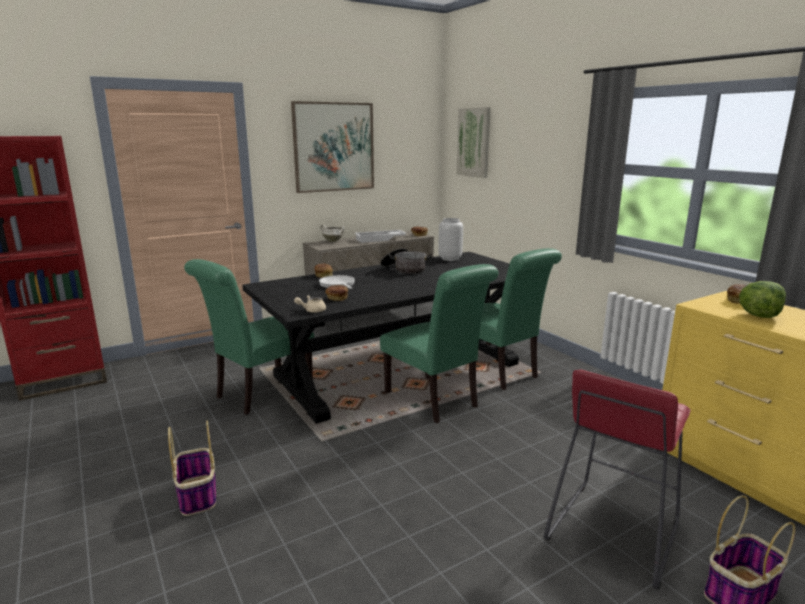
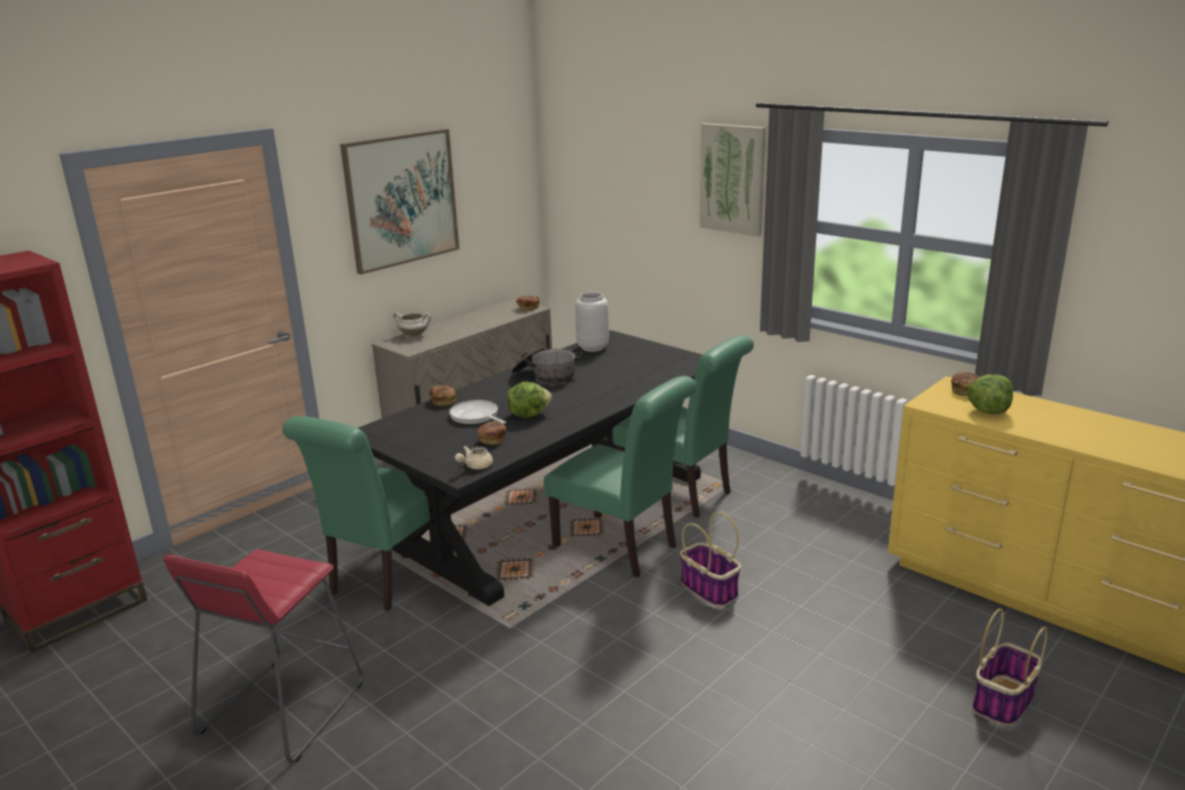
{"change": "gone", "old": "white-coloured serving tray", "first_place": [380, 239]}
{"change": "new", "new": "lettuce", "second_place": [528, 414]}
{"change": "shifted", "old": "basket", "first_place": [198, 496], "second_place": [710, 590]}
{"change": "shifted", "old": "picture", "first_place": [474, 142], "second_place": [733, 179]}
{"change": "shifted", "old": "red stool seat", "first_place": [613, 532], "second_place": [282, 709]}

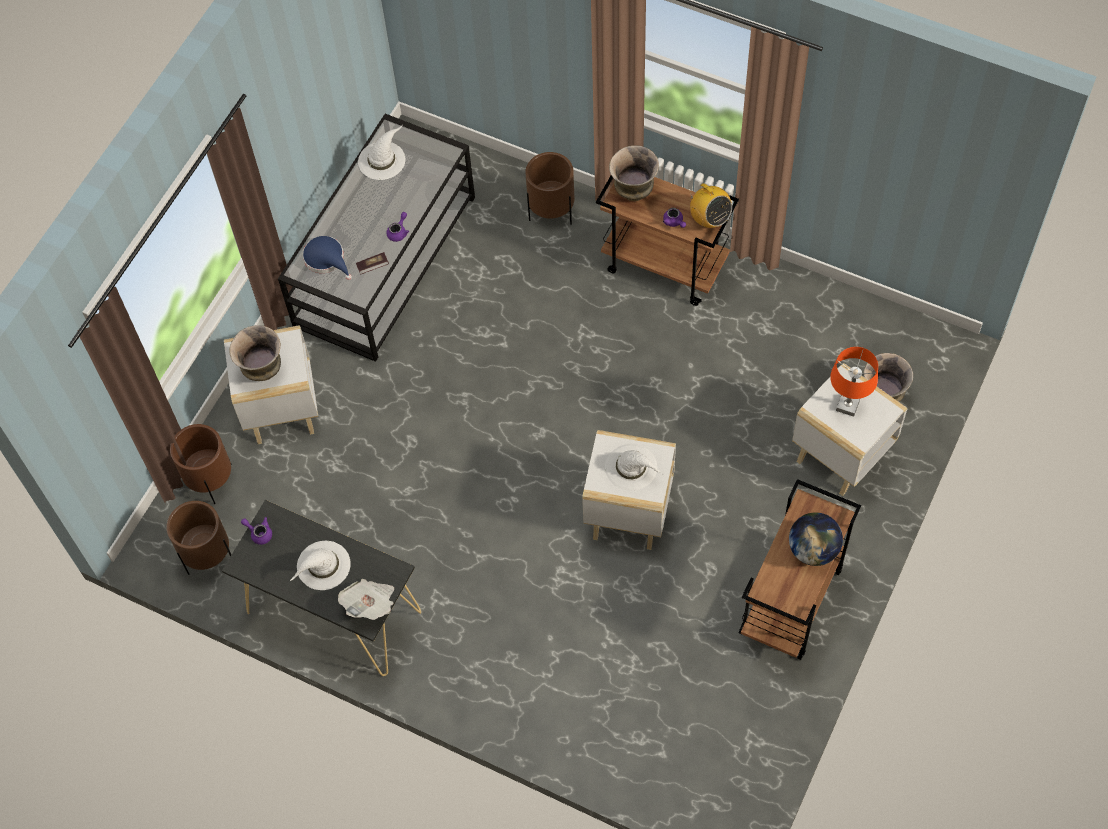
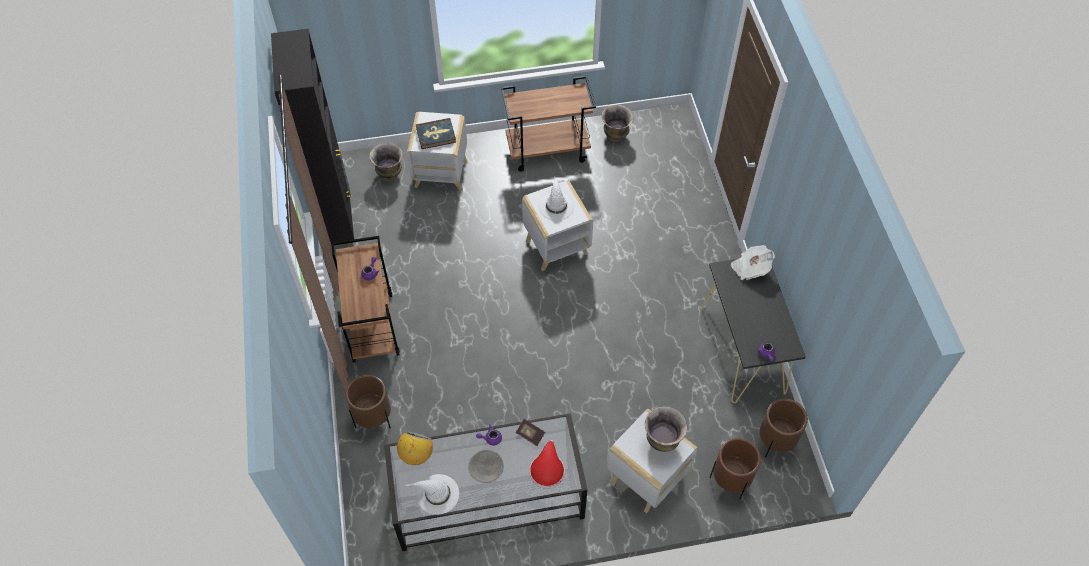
{"change": "gone", "old": "white-coloured wearable hat", "first_place": [323, 566]}
{"change": "gone", "old": "globe", "first_place": [813, 549]}
{"change": "new", "new": "black-coloured cupboard", "second_place": [338, 223]}
{"change": "new", "new": "greyish bowl", "second_place": [486, 470]}
{"change": "shifted", "old": "flower vase", "first_place": [633, 193], "second_place": [616, 136]}
{"change": "shifted", "old": "radio set", "first_place": [709, 219], "second_place": [416, 455]}
{"change": "swapped", "old": "orange table lamp", "new": "book", "first_place": [847, 406], "second_place": [436, 135]}
{"change": "repainted", "old": "blue-coloured wearable hat", "new": "red wearable hat", "first_place": [326, 259], "second_place": [547, 469]}

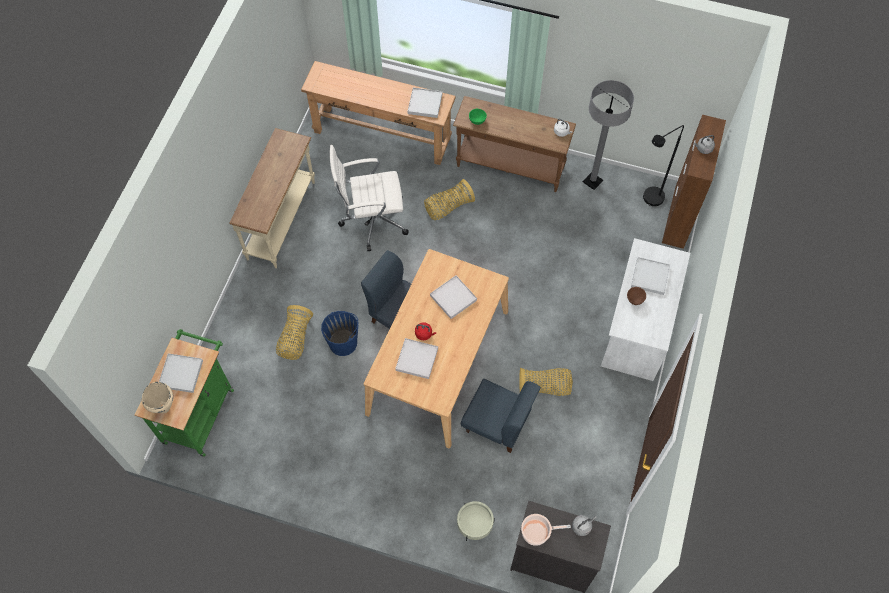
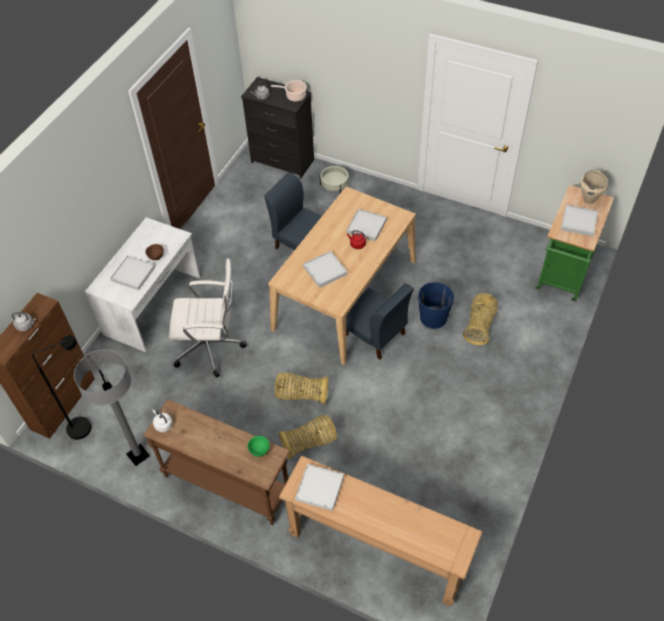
{"change": "gone", "old": "beige-coloured console table", "first_place": [282, 220]}
{"change": "shifted", "old": "white-coloured computer chair", "first_place": [372, 220], "second_place": [211, 347]}
{"change": "shifted", "old": "basket", "first_place": [545, 387], "second_place": [301, 395]}

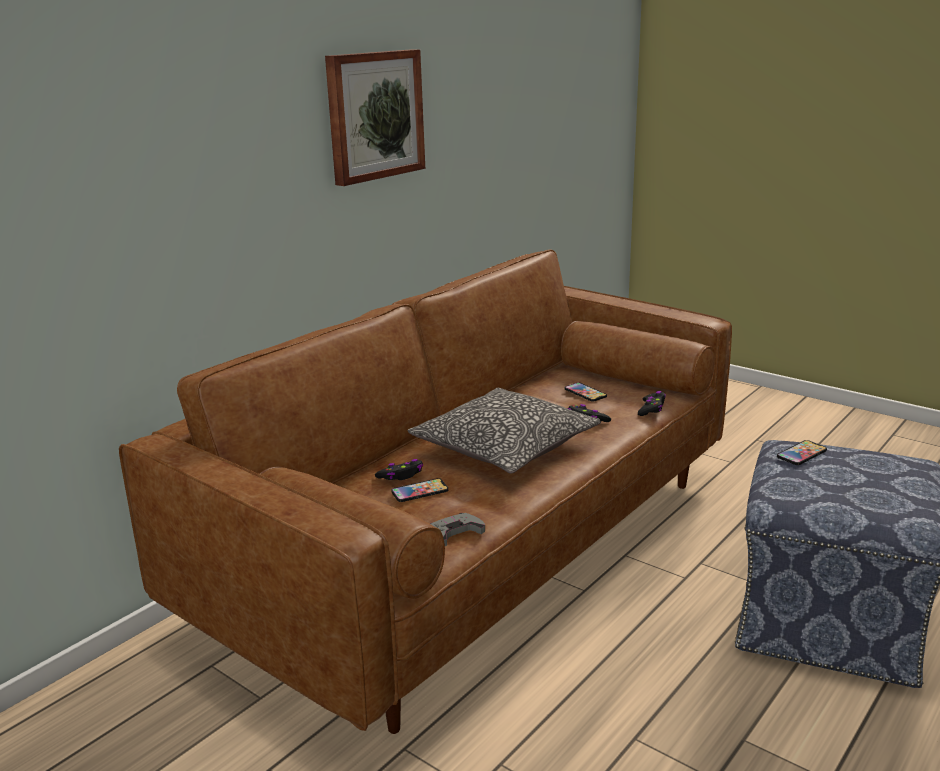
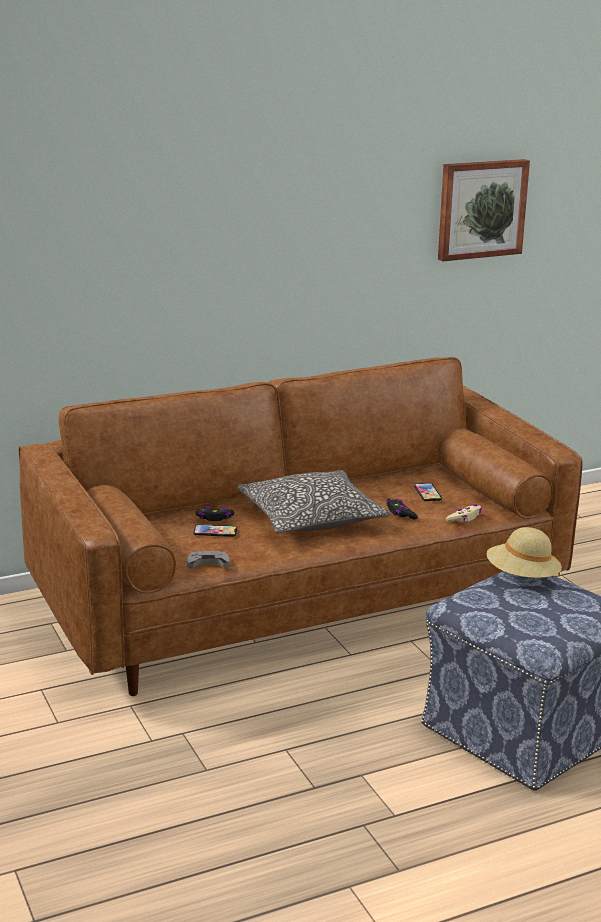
{"change": "shifted", "old": "picture", "first_place": [374, 115], "second_place": [481, 209]}
{"change": "swapped", "old": "handset", "new": "beige-coloured wearable hat", "first_place": [801, 454], "second_place": [522, 577]}
{"change": "repainted", "old": "black-coloured game controller", "new": "beige-coloured game controller", "first_place": [651, 409], "second_place": [464, 518]}

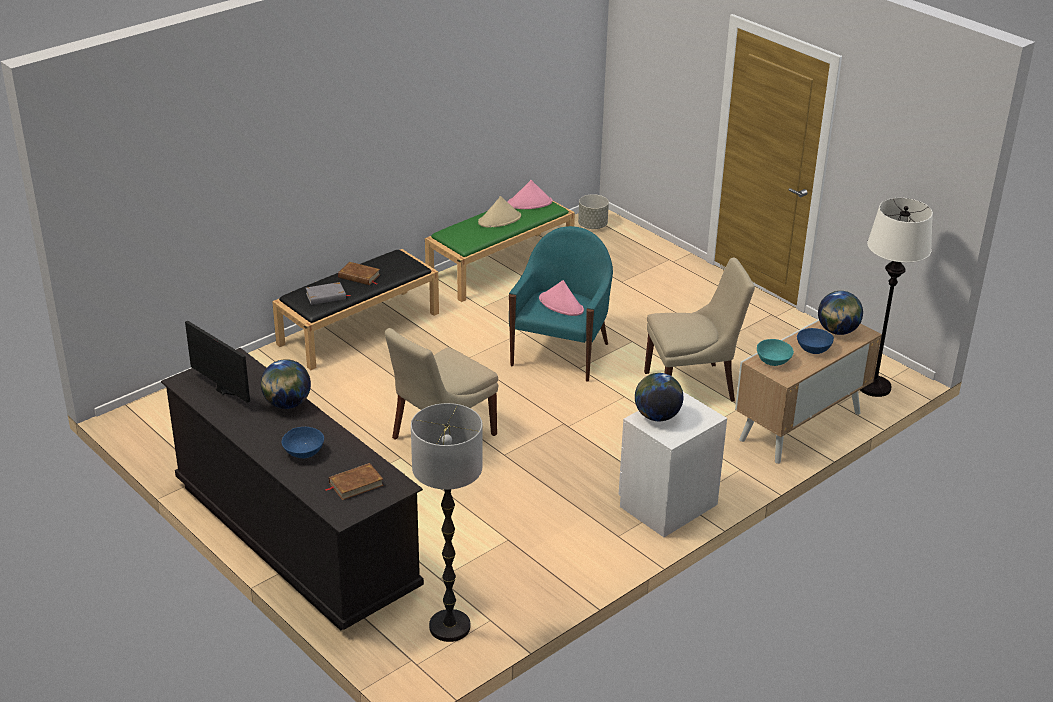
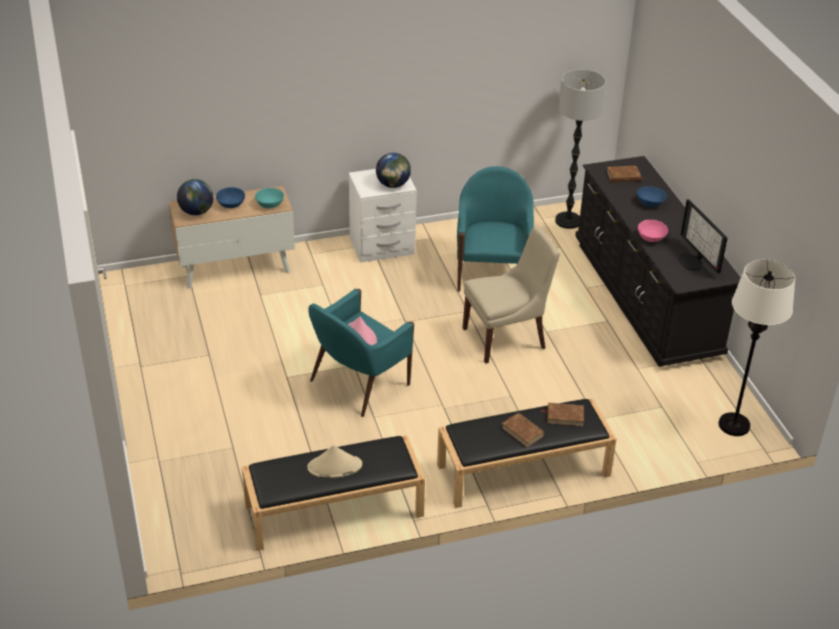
{"change": "gone", "old": "pinkish wearable hat", "first_place": [529, 203]}
{"change": "gone", "old": "greyish planter", "first_place": [592, 225]}
{"change": "gone", "old": "beige-coloured chair", "first_place": [692, 386]}
{"change": "new", "new": "blue-green lounge chair", "second_place": [492, 273]}
{"change": "shifted", "old": "white-coloured floor lamp", "first_place": [874, 387], "second_place": [734, 425]}
{"change": "swapped", "old": "globe", "new": "pinkish bowl", "first_place": [287, 404], "second_place": [651, 238]}
{"change": "repainted", "old": "greyish book", "new": "brownish book", "first_place": [326, 296], "second_place": [565, 416]}
{"change": "repainted", "old": "green-coloured long seat", "new": "black-coloured long seat", "first_place": [501, 265], "second_place": [333, 511]}

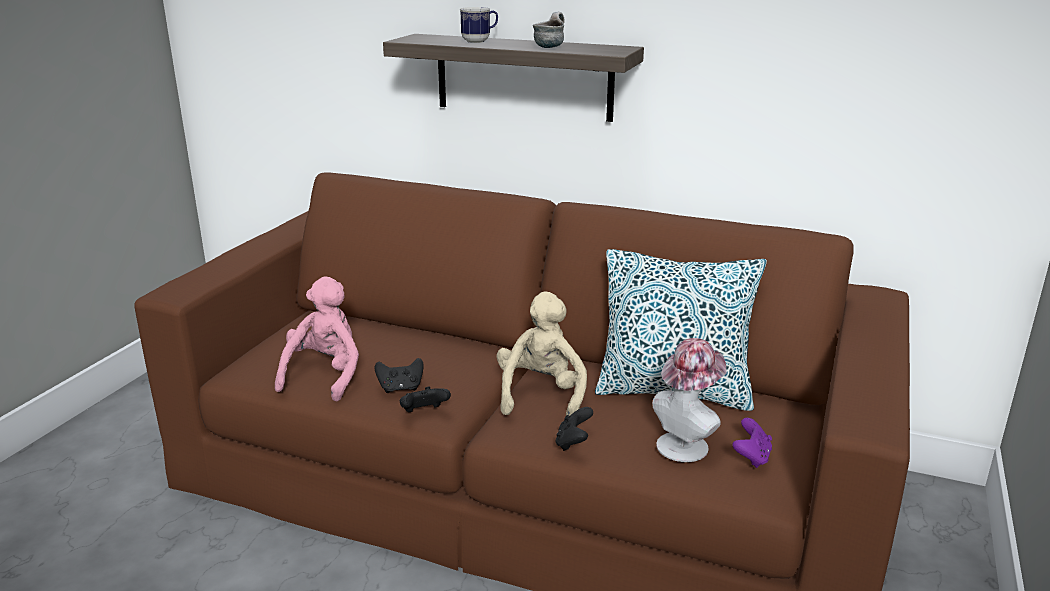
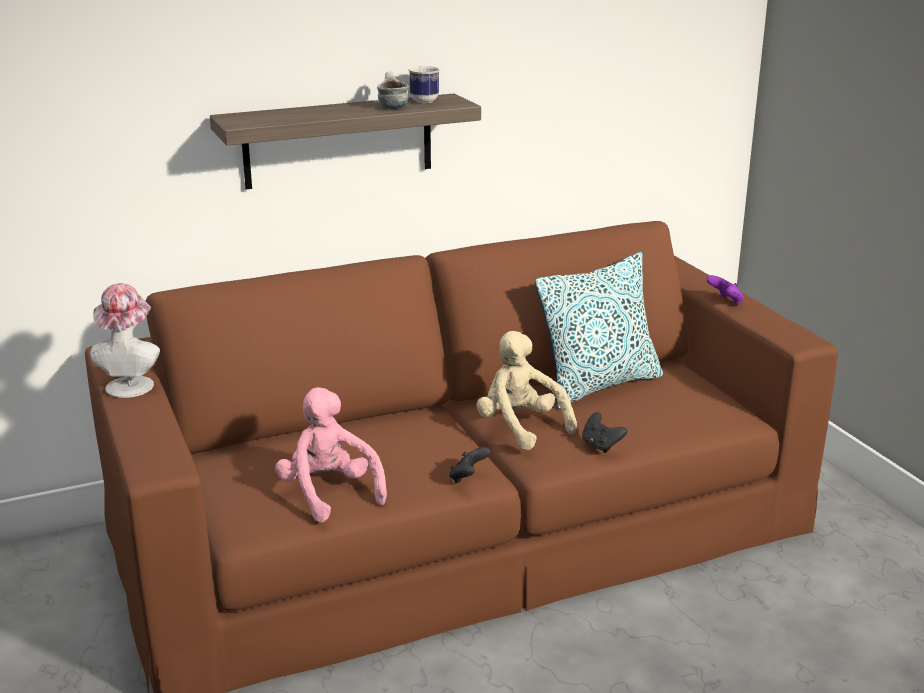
{"change": "gone", "old": "black-coloured game controller", "first_place": [400, 388]}
{"change": "shifted", "old": "tea mug", "first_place": [480, 41], "second_place": [426, 100]}
{"change": "shifted", "old": "wearable hat", "first_place": [686, 444], "second_place": [131, 384]}
{"change": "shifted", "old": "purple-coloured game controller", "first_place": [751, 457], "second_place": [725, 301]}

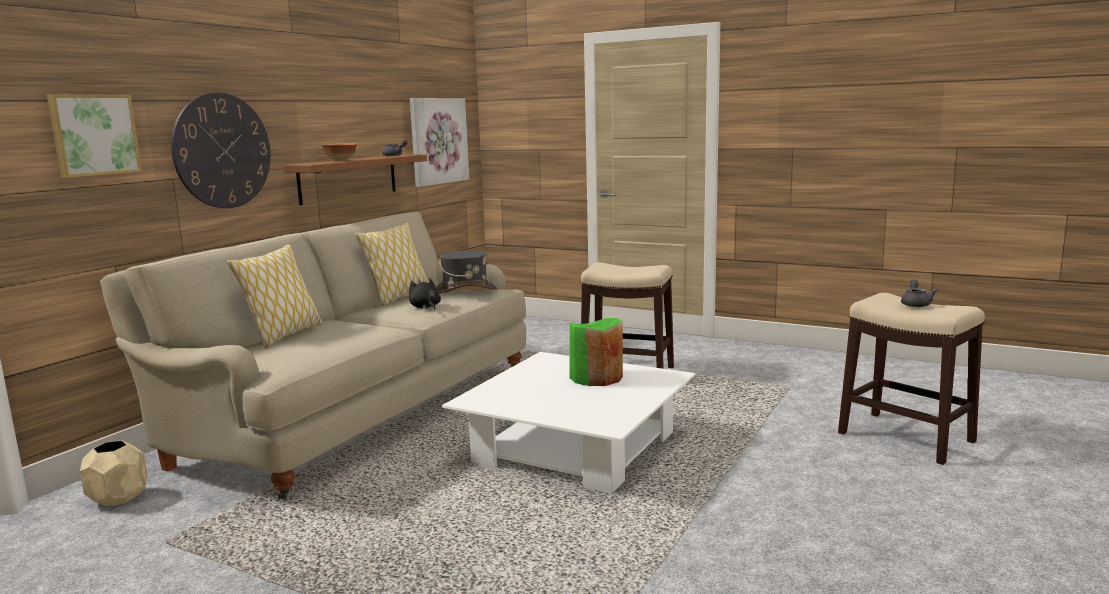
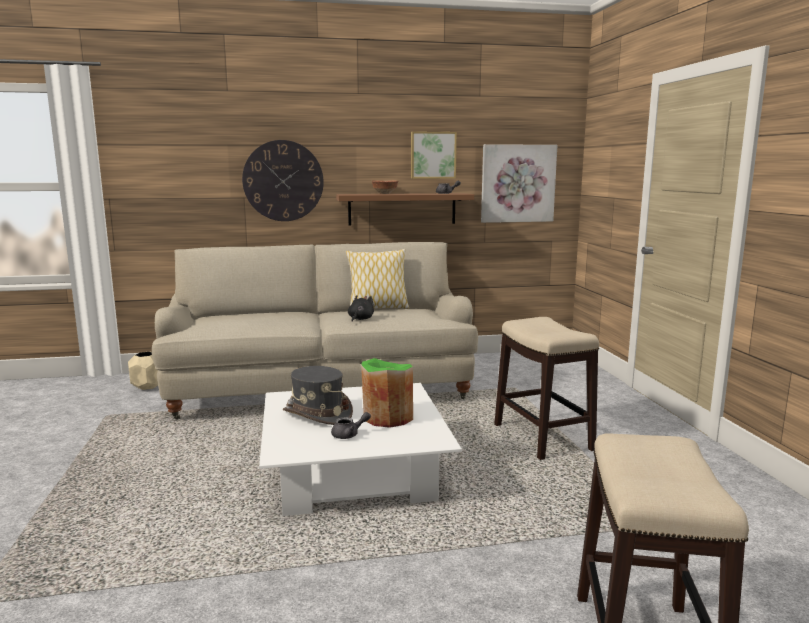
{"change": "gone", "old": "throw pillow", "first_place": [283, 335]}
{"change": "shifted", "old": "picture", "first_place": [93, 135], "second_place": [433, 155]}
{"change": "shifted", "old": "greyish wearable hat", "first_place": [465, 291], "second_place": [317, 414]}
{"change": "shifted", "old": "greyish tea pot", "first_place": [915, 304], "second_place": [349, 435]}

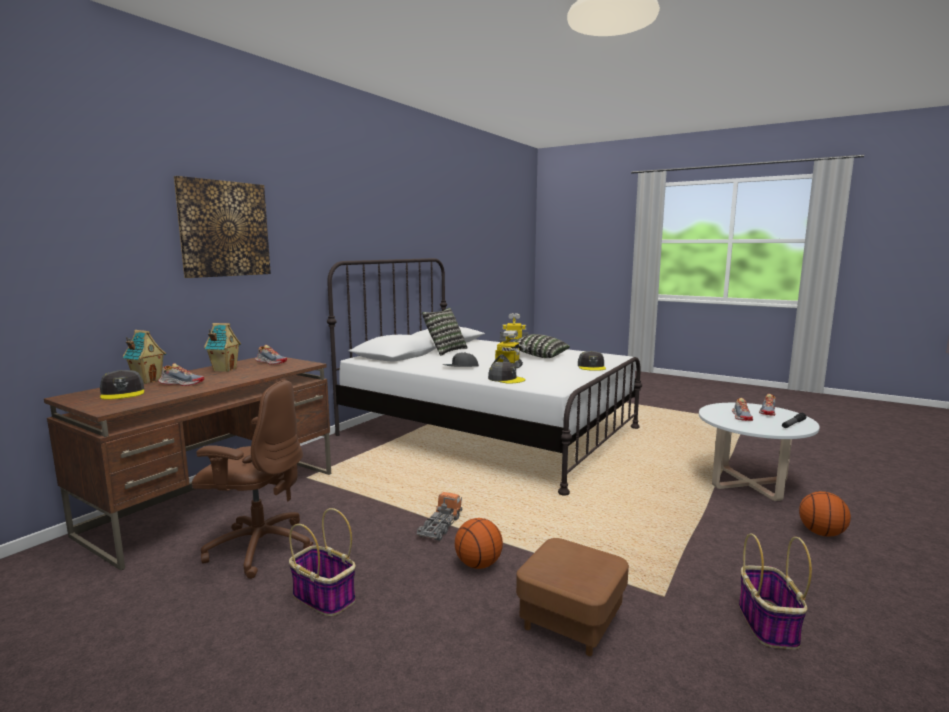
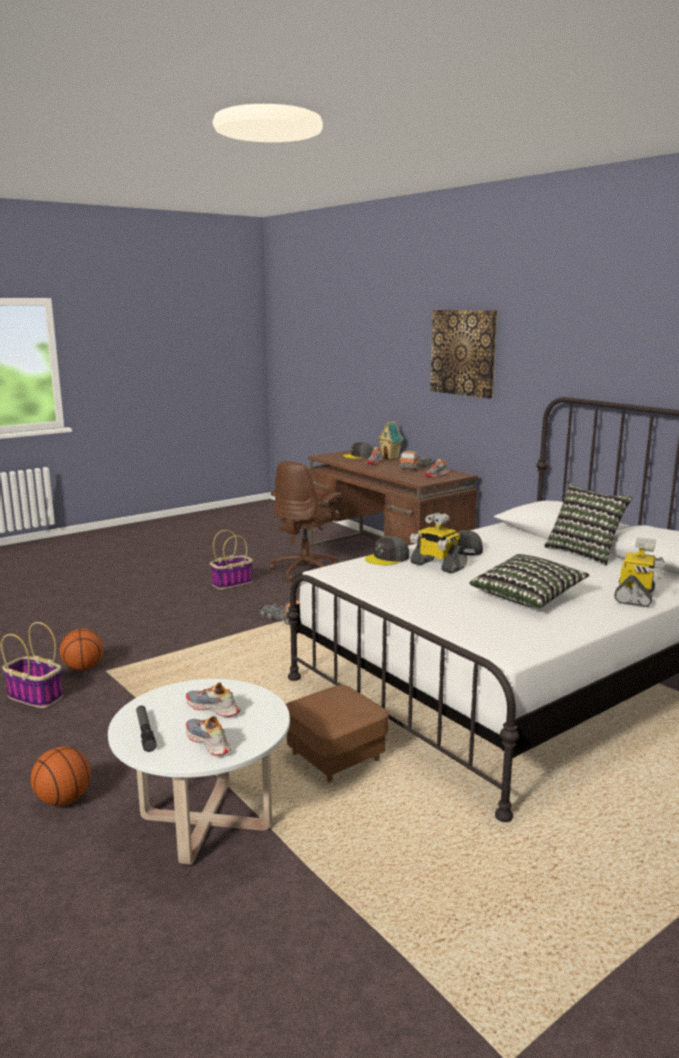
{"change": "gone", "old": "greyish cap", "first_place": [591, 367]}
{"change": "shifted", "old": "basketball", "first_place": [478, 564], "second_place": [83, 668]}
{"change": "shifted", "old": "brownish footrest", "first_place": [571, 621], "second_place": [335, 758]}
{"change": "swapped", "old": "toy house", "new": "toy truck", "first_place": [224, 369], "second_place": [415, 467]}

